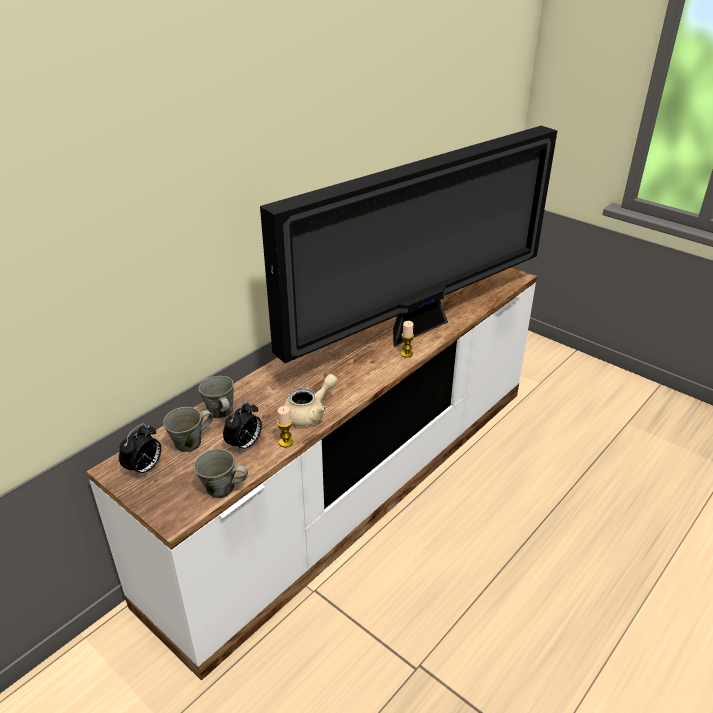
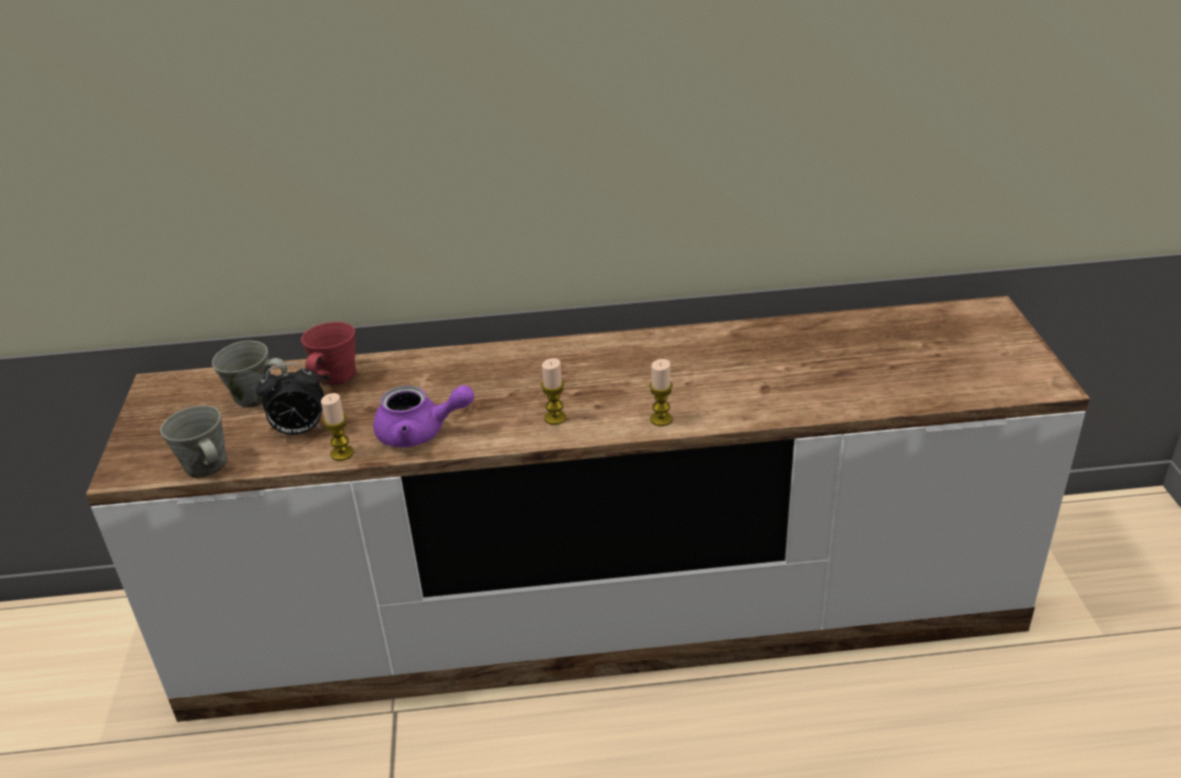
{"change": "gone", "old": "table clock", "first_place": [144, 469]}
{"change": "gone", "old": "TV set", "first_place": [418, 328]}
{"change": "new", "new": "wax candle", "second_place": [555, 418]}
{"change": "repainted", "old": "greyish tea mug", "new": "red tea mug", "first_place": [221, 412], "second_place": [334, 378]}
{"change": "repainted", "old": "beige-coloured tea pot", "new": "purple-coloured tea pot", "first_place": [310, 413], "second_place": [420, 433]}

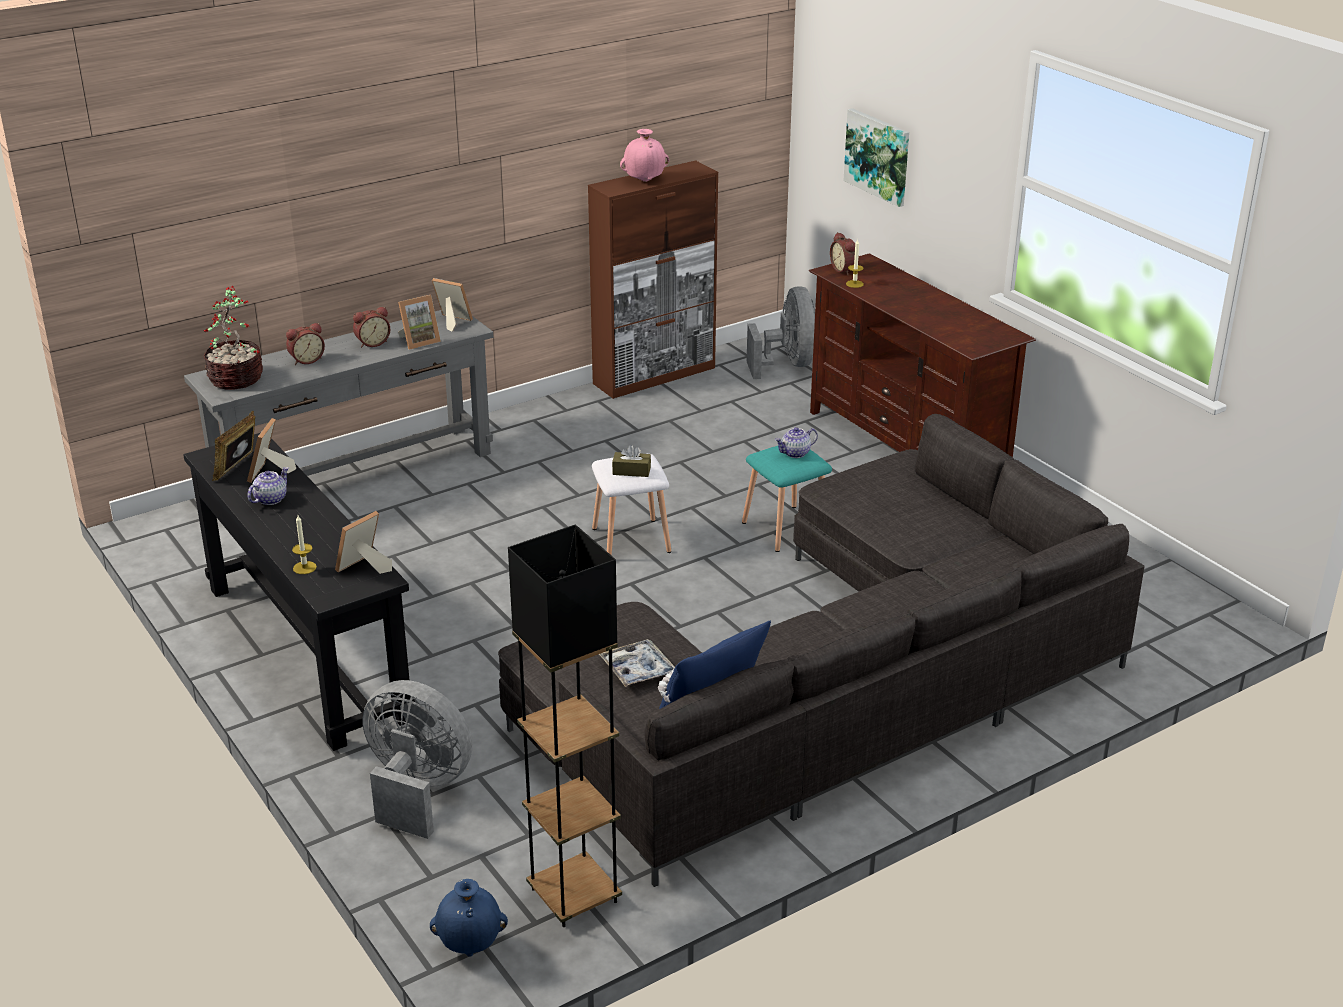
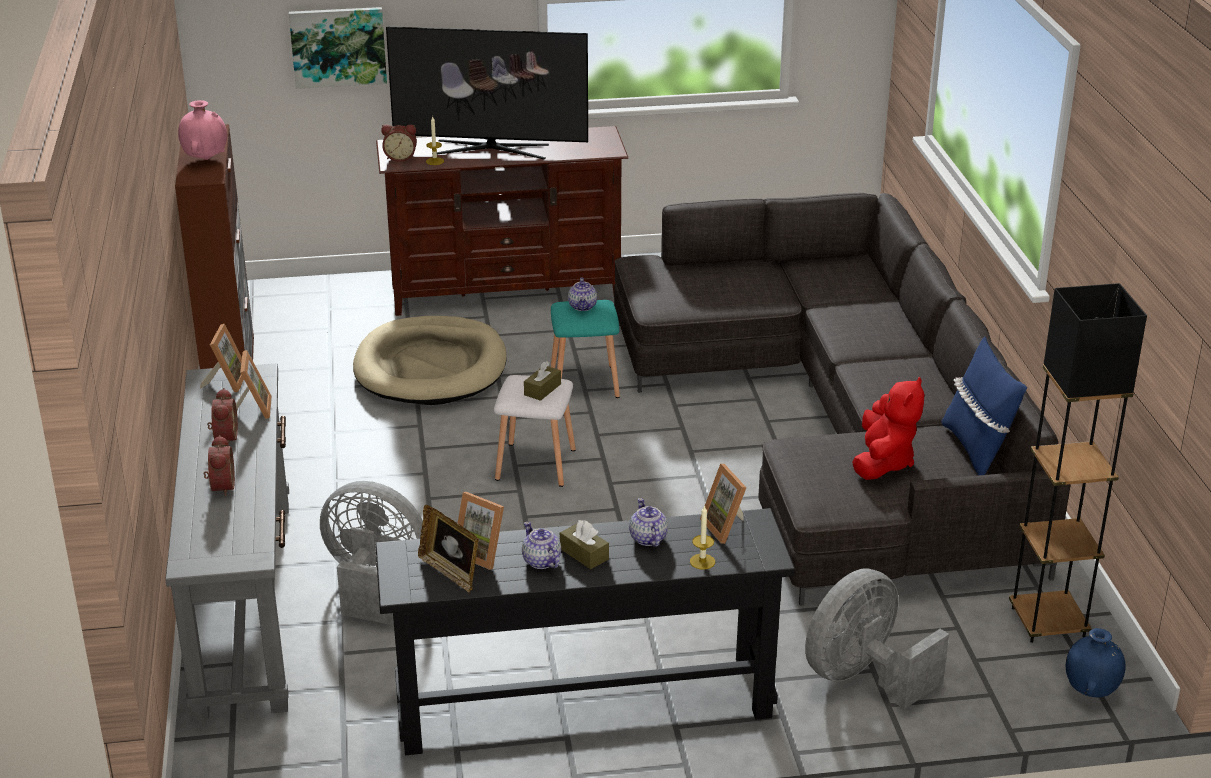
{"change": "gone", "old": "plant in a pot", "first_place": [237, 379]}
{"change": "new", "new": "beige-coloured dog cushion", "second_place": [431, 367]}
{"change": "new", "new": "TV set", "second_place": [490, 149]}
{"change": "new", "new": "brownish tissue box", "second_place": [584, 554]}
{"change": "new", "new": "tea pot", "second_place": [647, 538]}
{"change": "shifted", "old": "greyish cooling fan", "first_place": [788, 364], "second_place": [374, 585]}
{"change": "swapped", "old": "serving tray", "new": "red plush toy", "first_place": [637, 669], "second_place": [883, 462]}
{"change": "rotated", "old": "picture frame", "first_place": [451, 322], "second_place": [226, 381], "degrees": 135}

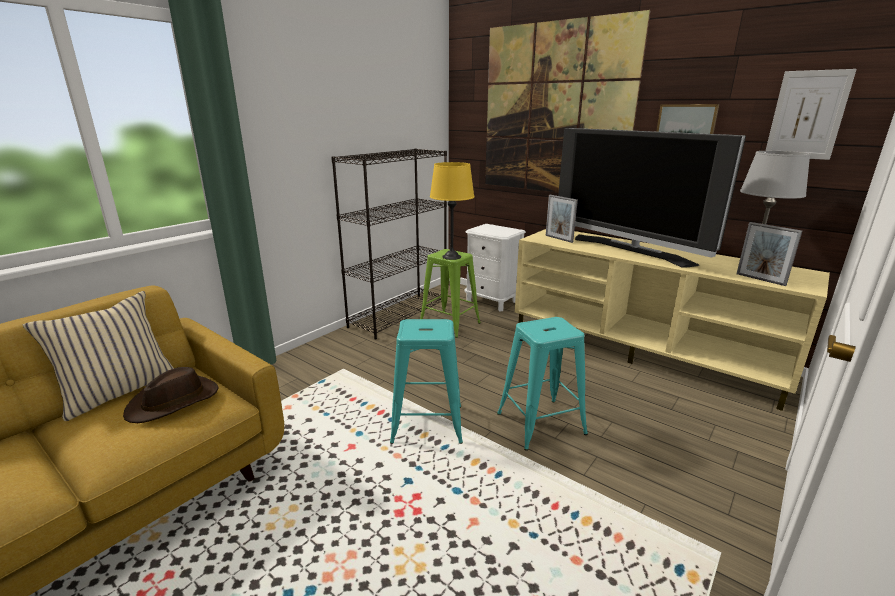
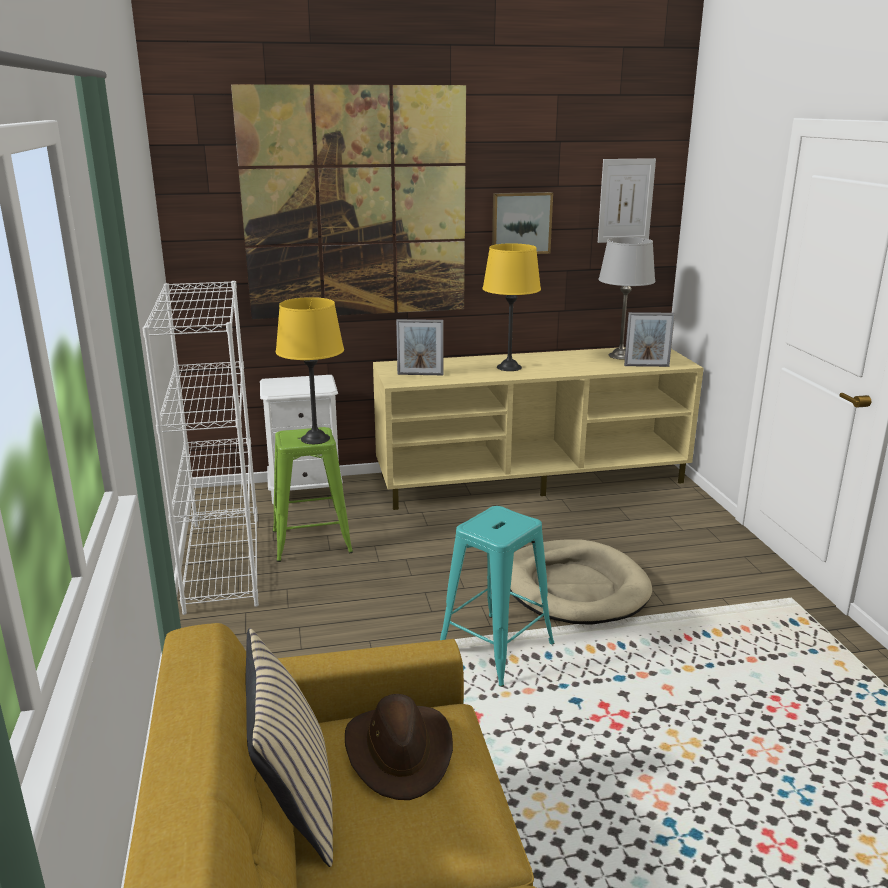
{"change": "swapped", "old": "blue-green stool seat", "new": "beige-coloured dog cushion", "first_place": [540, 423], "second_place": [574, 587]}
{"change": "swapped", "old": "TV set", "new": "yellow-coloured table lamp", "first_place": [630, 250], "second_place": [509, 367]}
{"change": "repainted", "old": "black-coloured bookcase", "new": "white-coloured bookcase", "first_place": [399, 315], "second_place": [223, 562]}

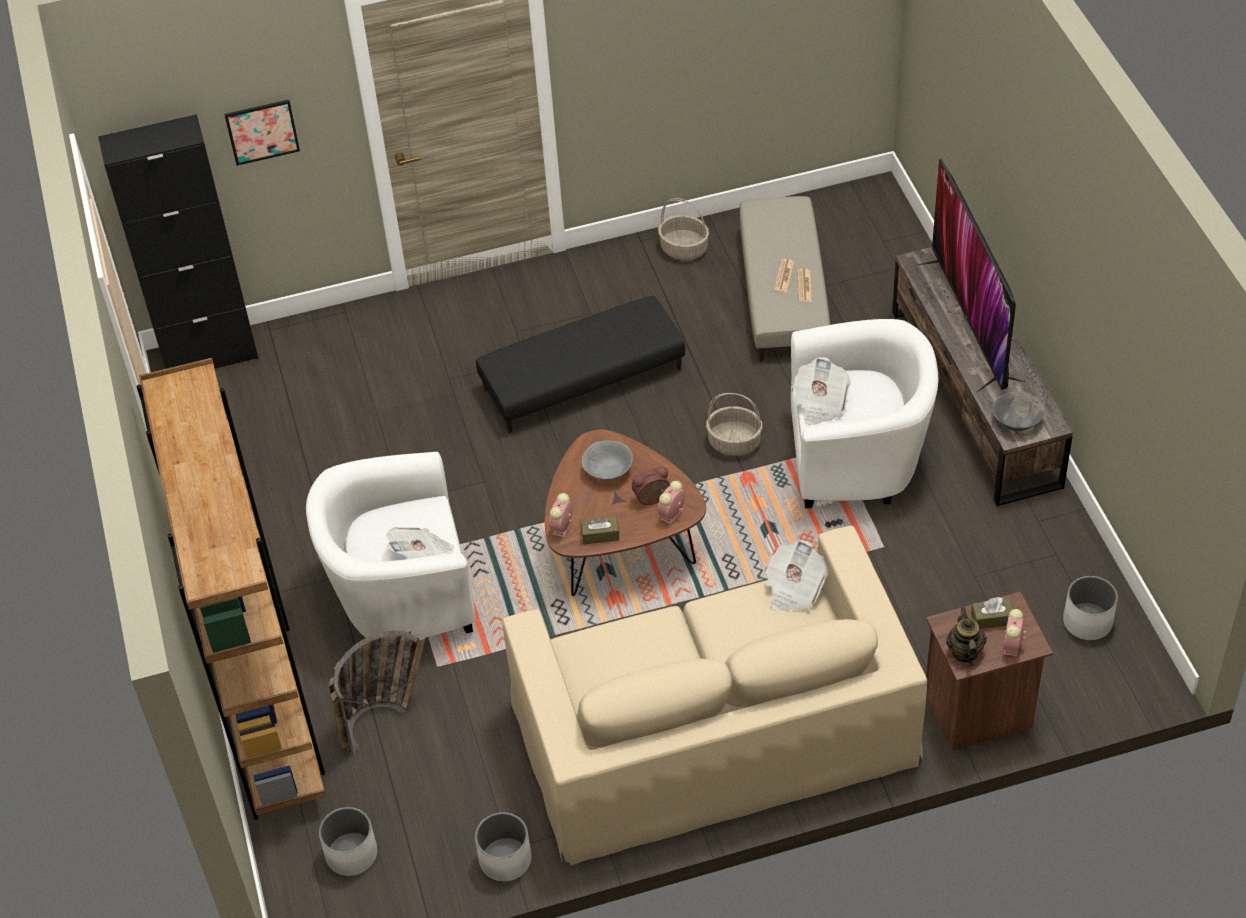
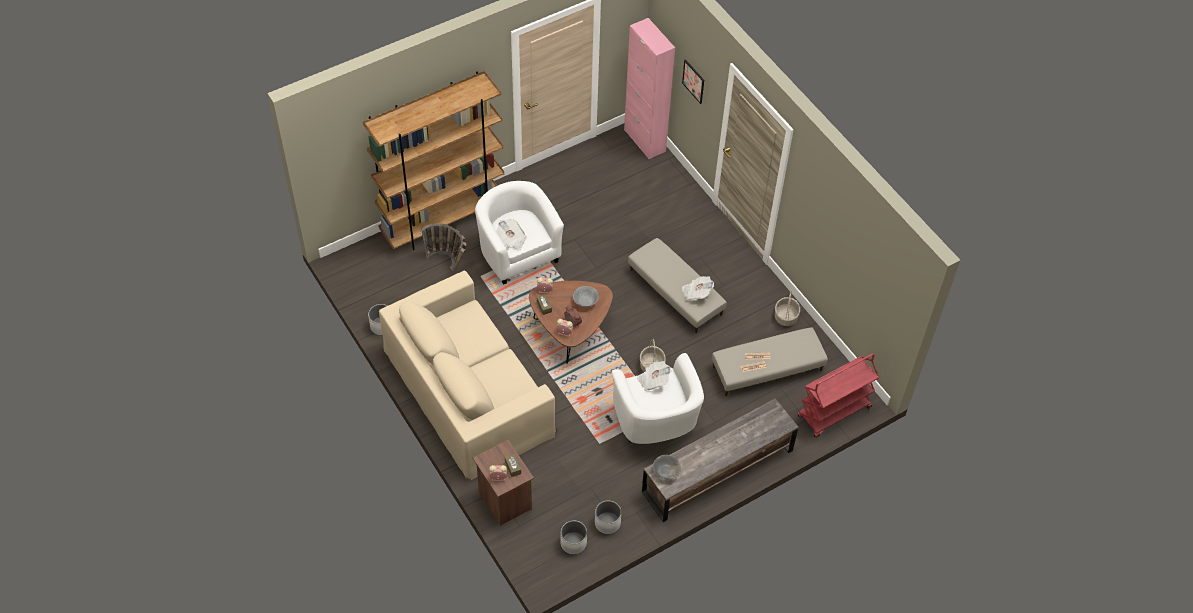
{"change": "gone", "old": "TV set", "first_place": [970, 321]}
{"change": "gone", "old": "tea pot", "first_place": [964, 652]}
{"change": "new", "new": "red cart", "second_place": [834, 413]}
{"change": "shifted", "old": "white-coloured planter", "first_place": [352, 855], "second_place": [607, 523]}
{"change": "shifted", "old": "printed paper", "first_place": [793, 588], "second_place": [696, 293]}
{"change": "repainted", "old": "black-coloured cupboard", "new": "pinkish cupboard", "first_place": [210, 355], "second_place": [644, 140]}
{"change": "repainted", "old": "black-coloured footrest", "new": "beige-coloured footrest", "first_place": [582, 379], "second_place": [676, 292]}

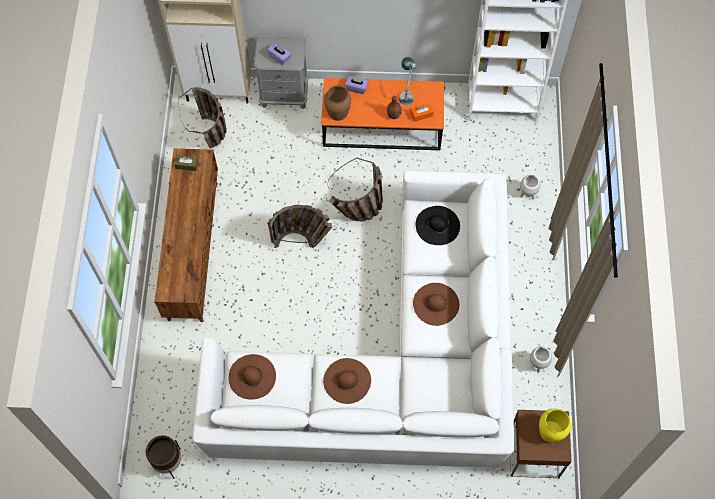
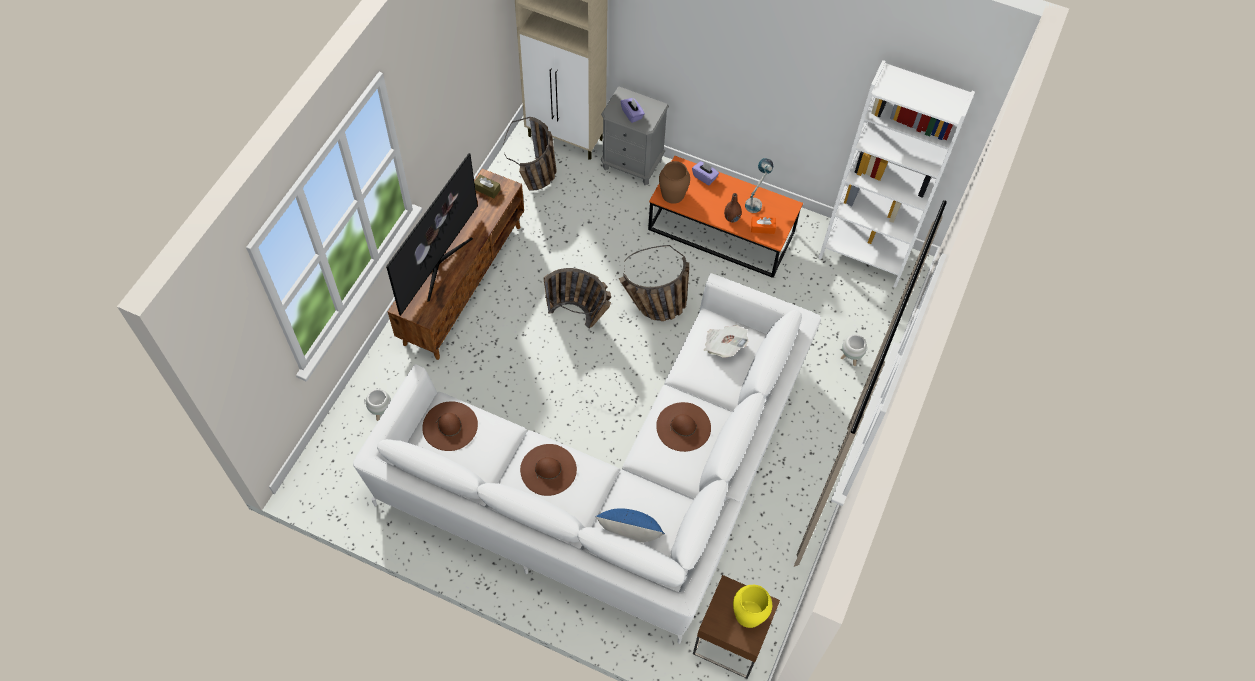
{"change": "gone", "old": "brownish planter", "first_place": [168, 462]}
{"change": "new", "new": "TV set", "second_place": [438, 264]}
{"change": "new", "new": "blue-coloured throw pillow", "second_place": [630, 536]}
{"change": "shifted", "old": "white-coloured planter", "first_place": [537, 364], "second_place": [382, 413]}
{"change": "swapped", "old": "black-coloured wearable hat", "new": "printed paper", "first_place": [437, 225], "second_place": [724, 345]}

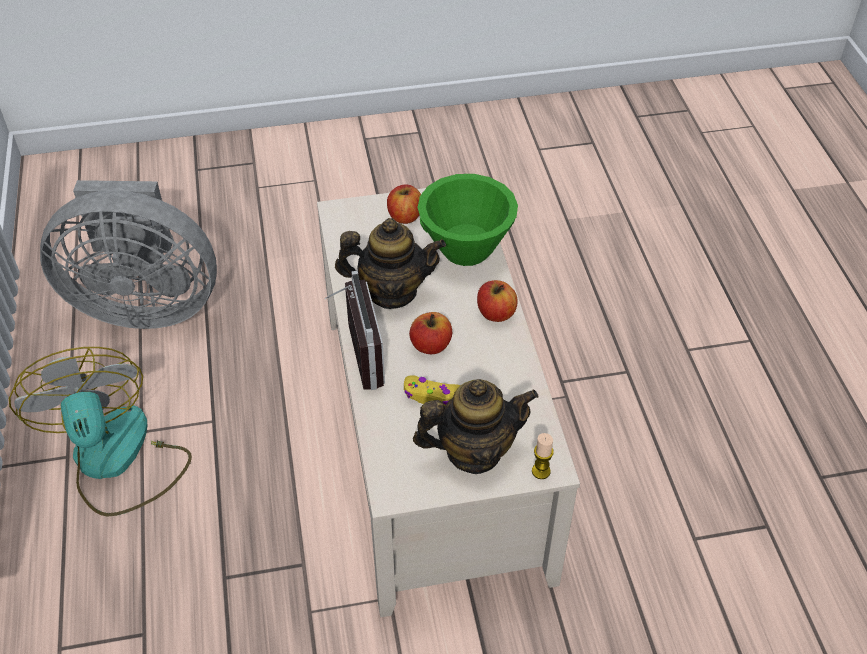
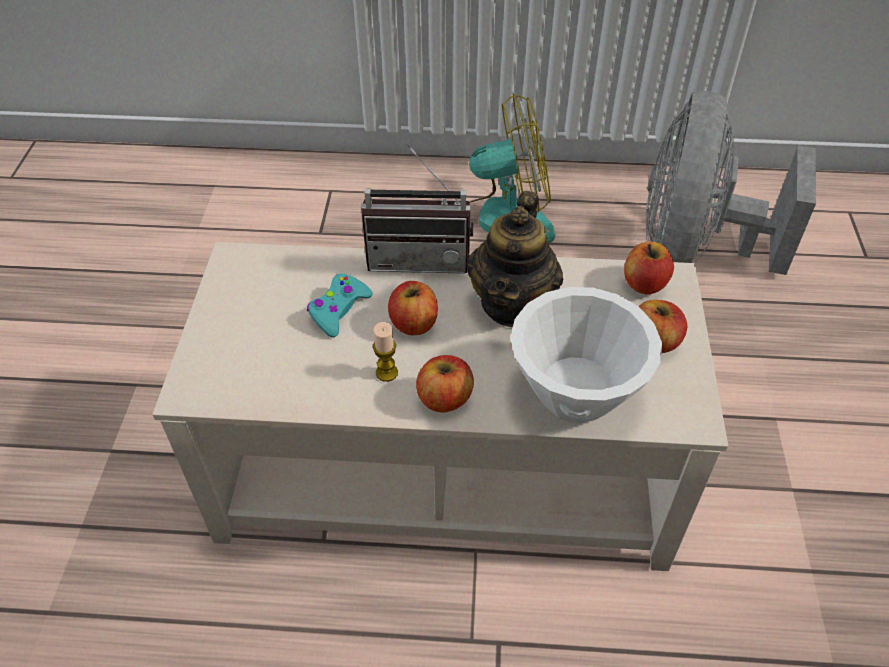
{"change": "gone", "old": "tea pot", "first_place": [473, 451]}
{"change": "new", "new": "apple fruit", "second_place": [644, 284]}
{"change": "shifted", "old": "wax candle", "first_place": [541, 471], "second_place": [386, 373]}
{"change": "repainted", "old": "yellow-coloured game controller", "new": "blue-green game controller", "first_place": [432, 395], "second_place": [338, 310]}
{"change": "repainted", "old": "green-coloured bowl", "new": "white-coloured bowl", "first_place": [466, 248], "second_place": [577, 394]}

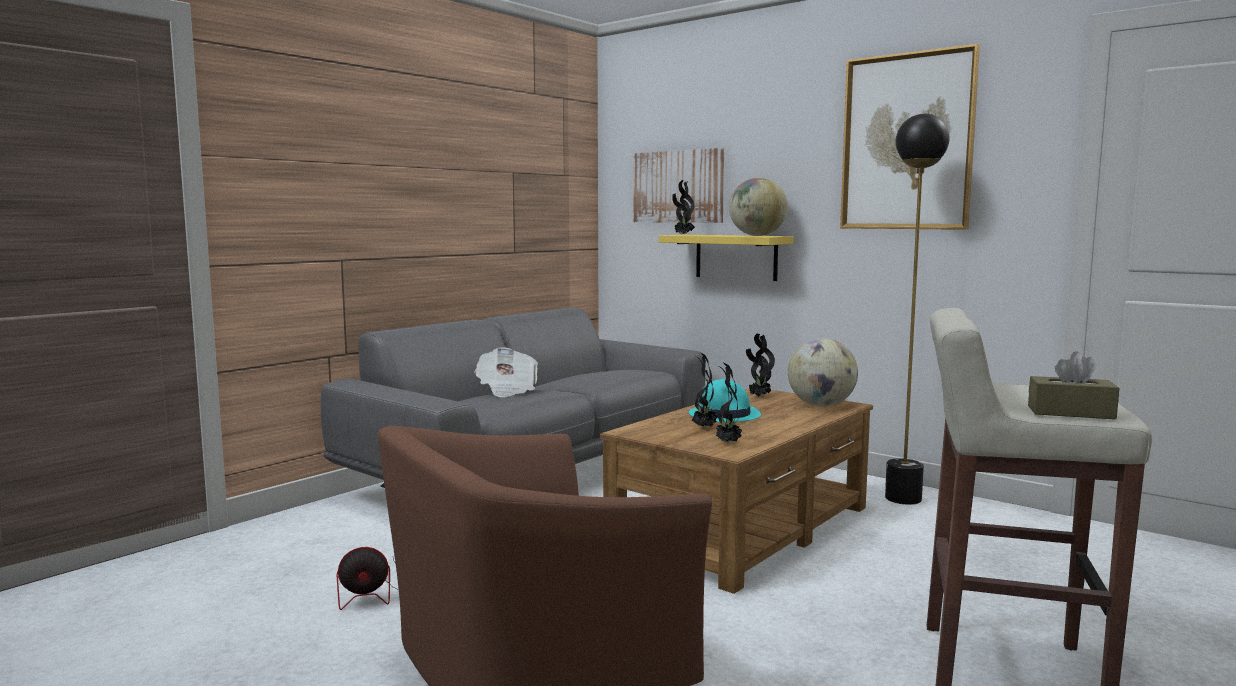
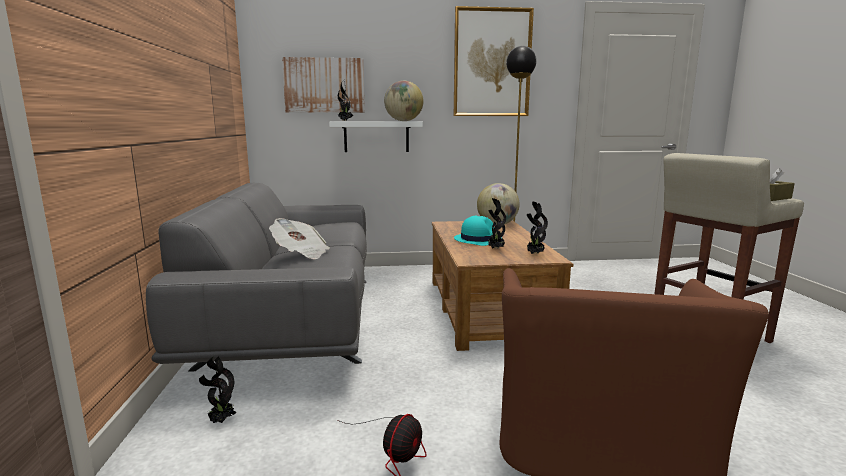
{"change": "shifted", "old": "plant in a pot", "first_place": [759, 396], "second_place": [221, 421]}
{"change": "repainted", "old": "yellow-coloured wall shelf", "new": "white-coloured wall shelf", "first_place": [736, 257], "second_place": [376, 136]}

